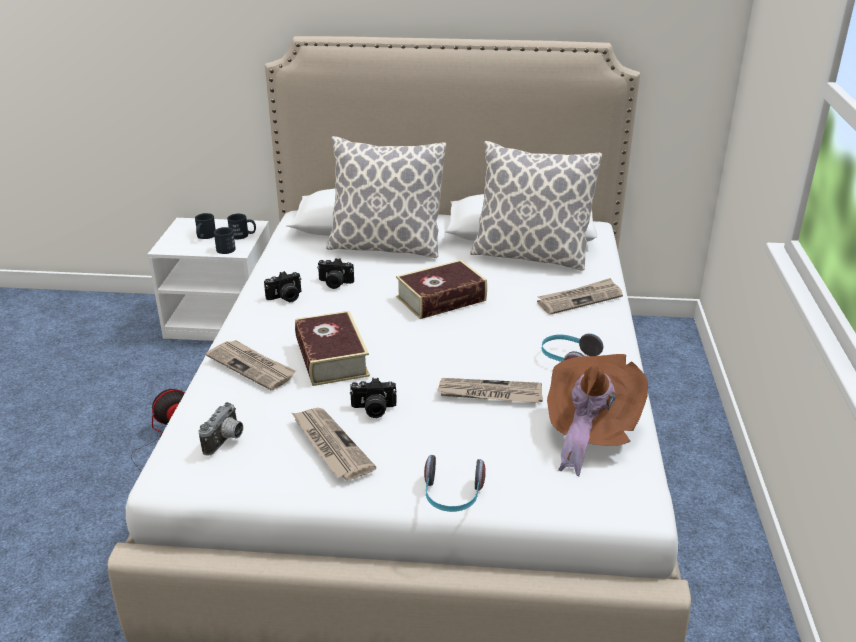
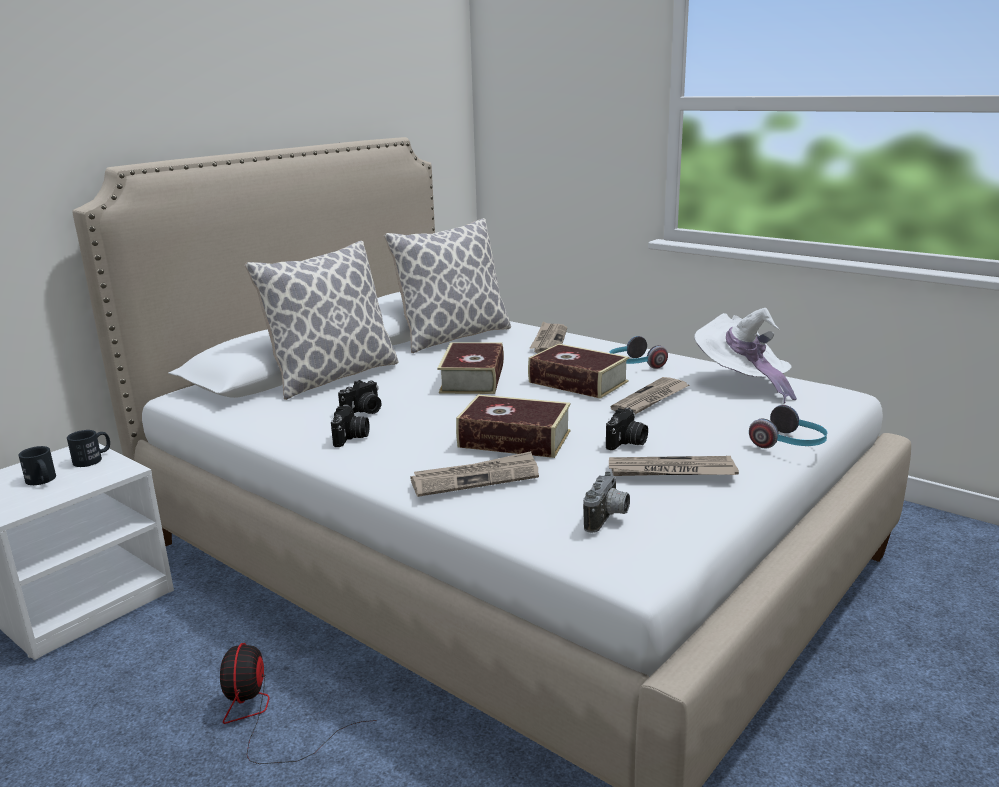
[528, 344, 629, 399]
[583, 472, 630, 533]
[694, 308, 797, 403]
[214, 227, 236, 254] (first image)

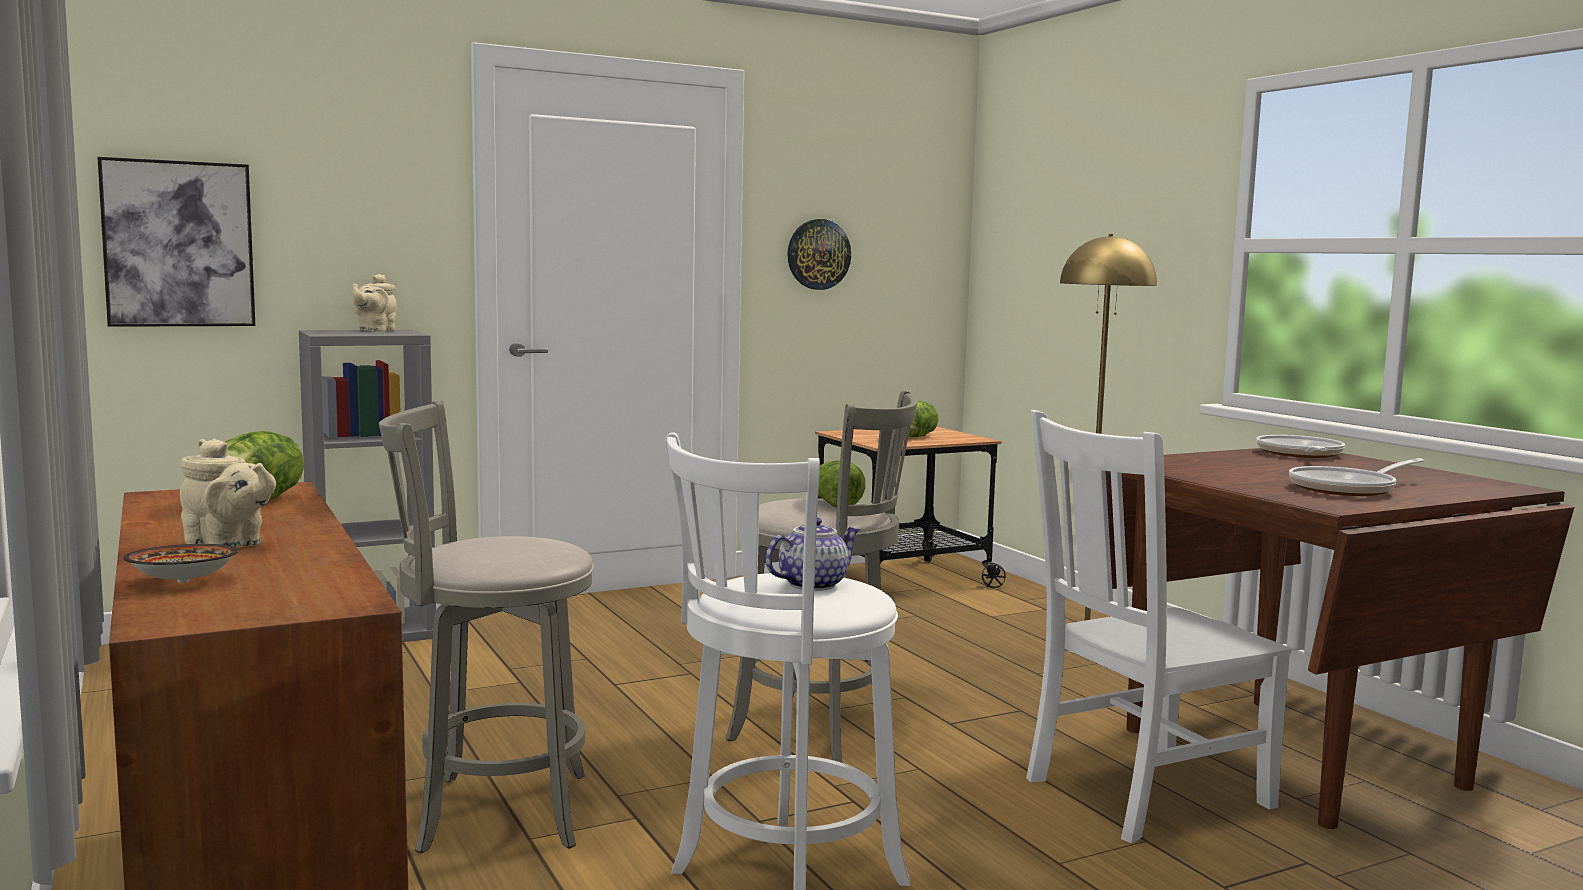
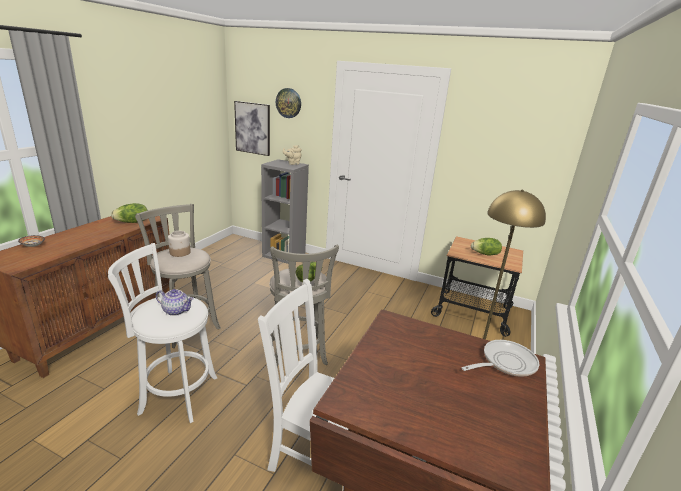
[168, 231, 191, 257]
[276, 88, 301, 118]
[180, 439, 276, 548] (first image)
[1289, 458, 1424, 496] (first image)

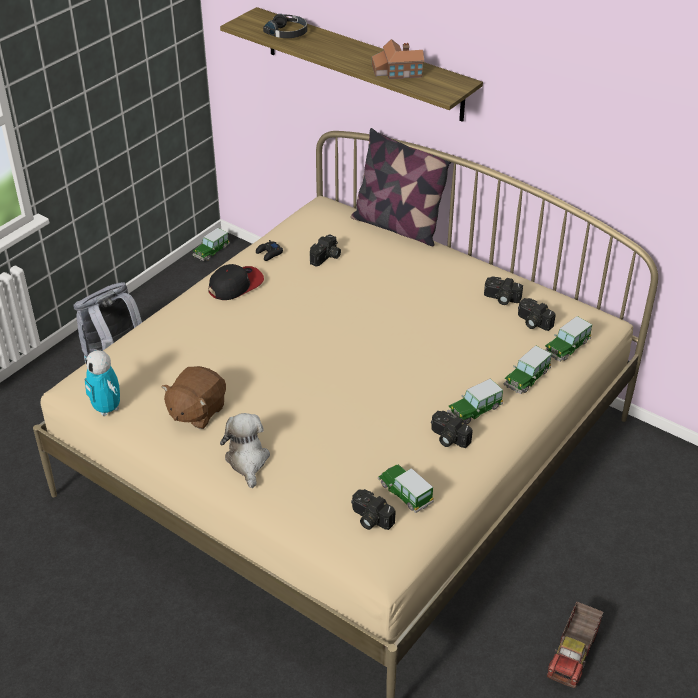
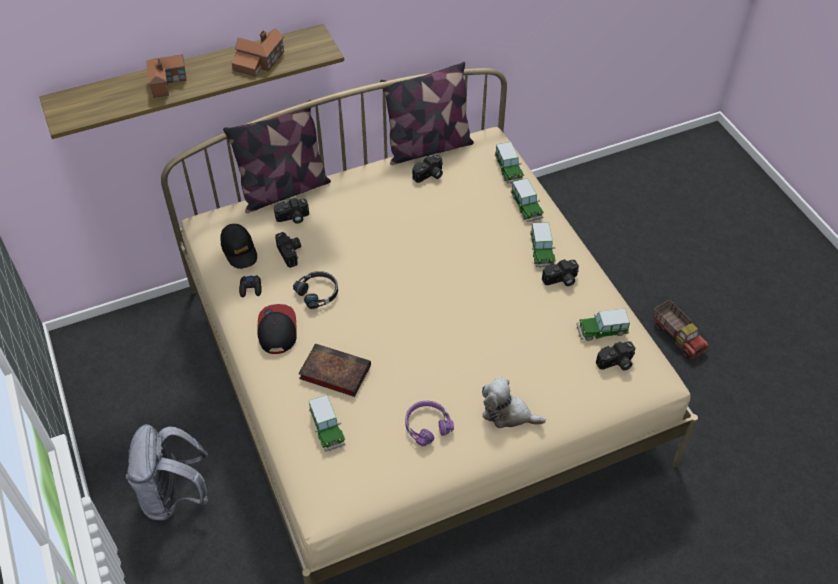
[146, 55, 187, 98]
[220, 224, 257, 269]
[273, 198, 309, 224]
[293, 271, 338, 309]
[298, 343, 371, 397]
[309, 395, 345, 452]
[380, 62, 474, 165]
[405, 401, 454, 446]
[84, 350, 120, 416] (first image)

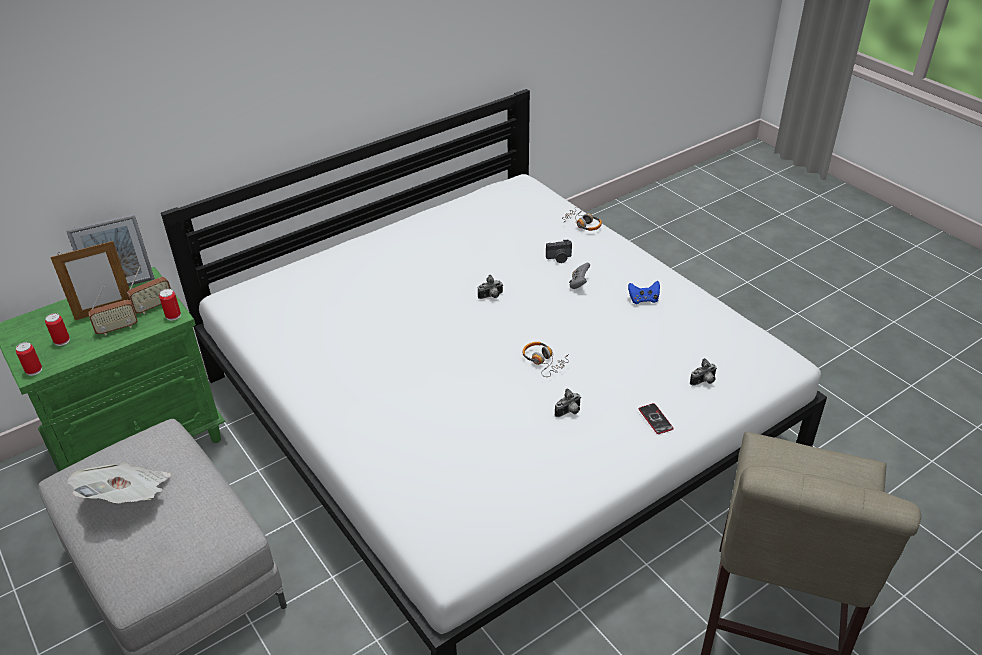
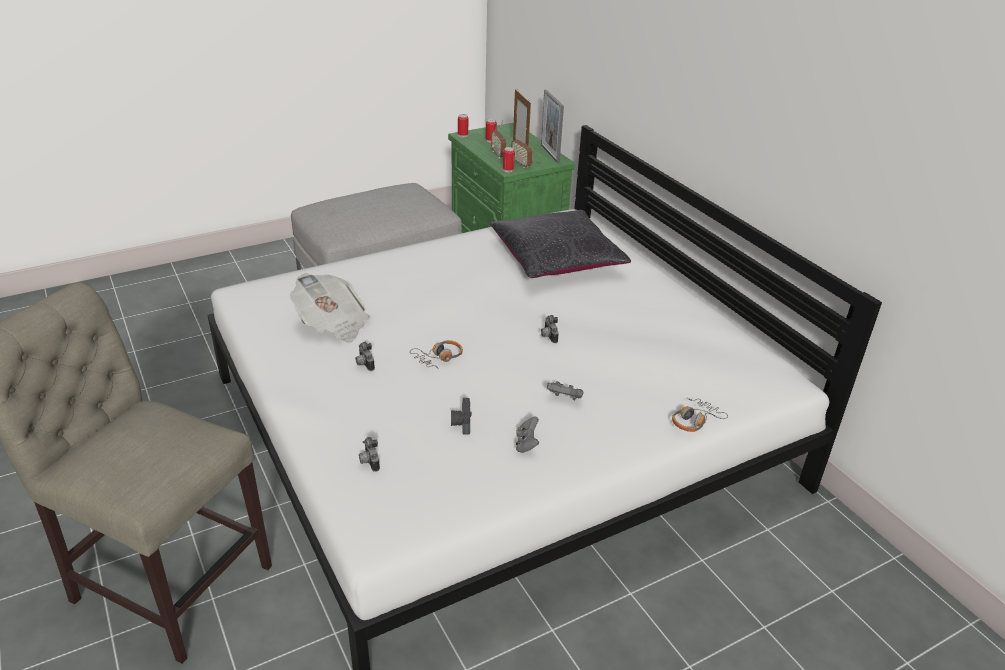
[290, 273, 370, 342]
[451, 398, 472, 435]
[490, 210, 631, 278]
[516, 417, 539, 453]
[639, 403, 674, 434] (first image)

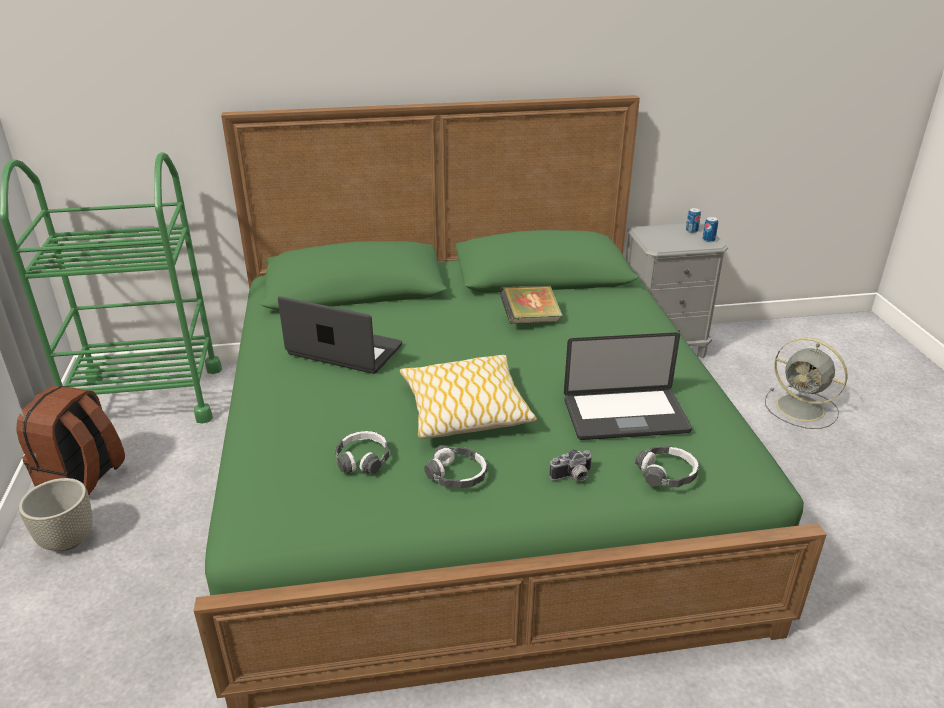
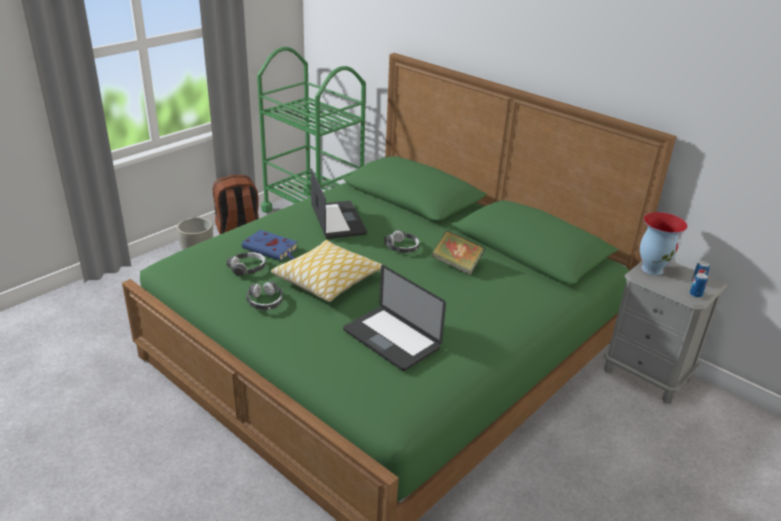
[242, 230, 298, 261]
[384, 230, 419, 253]
[640, 212, 688, 275]
[549, 449, 593, 481] (first image)
[765, 338, 848, 429] (first image)

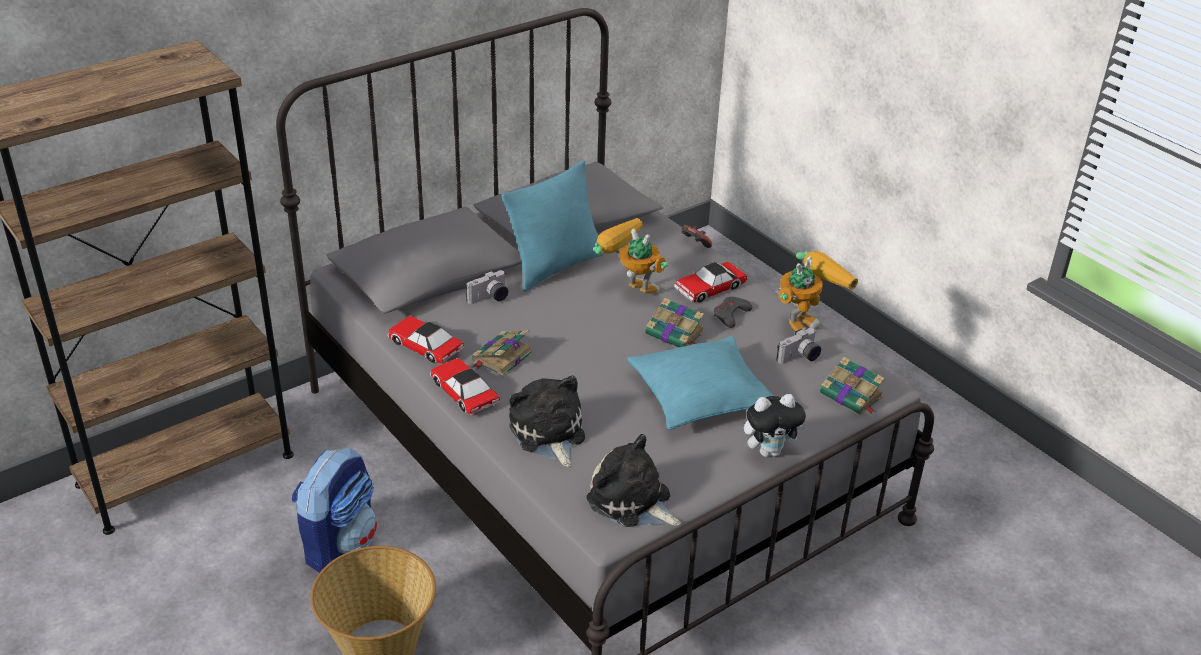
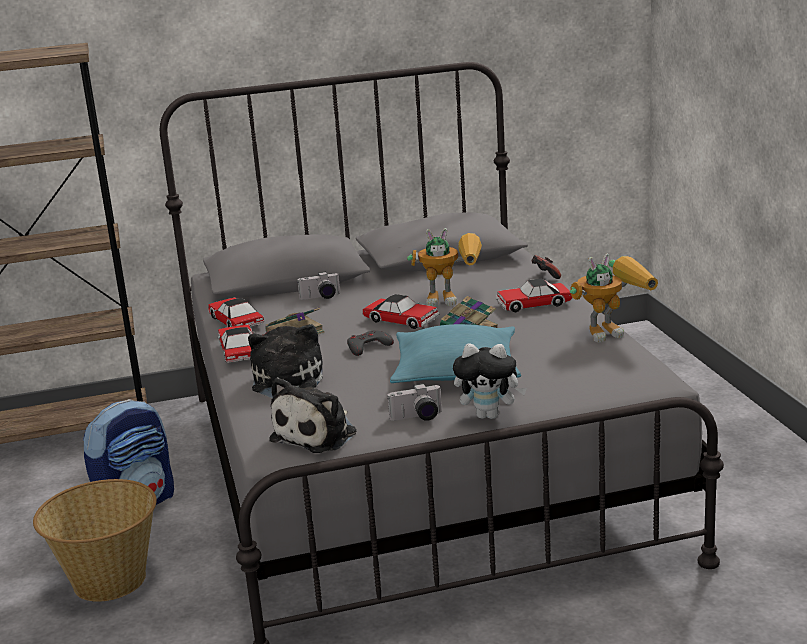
[269, 377, 357, 453]
[347, 330, 394, 356]
[362, 294, 440, 329]
[387, 383, 442, 421]
[407, 228, 482, 307]
[502, 160, 605, 292] (first image)
[820, 357, 885, 415] (first image)

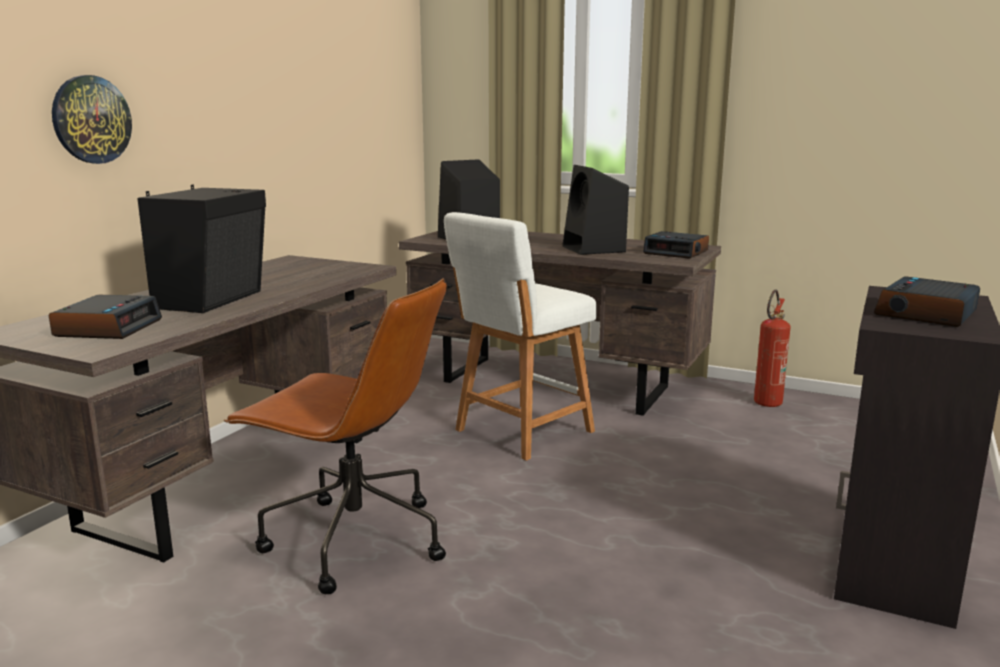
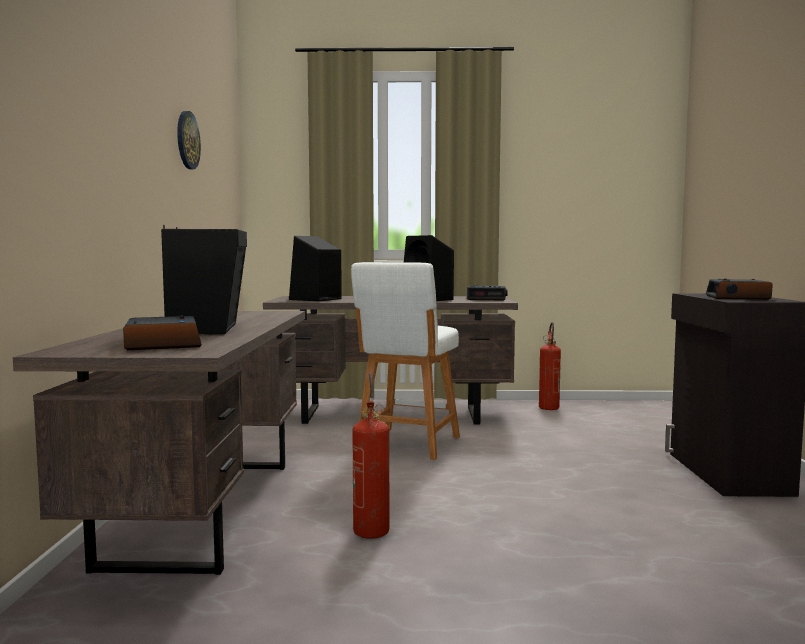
[177, 111, 201, 169]
[352, 372, 389, 539]

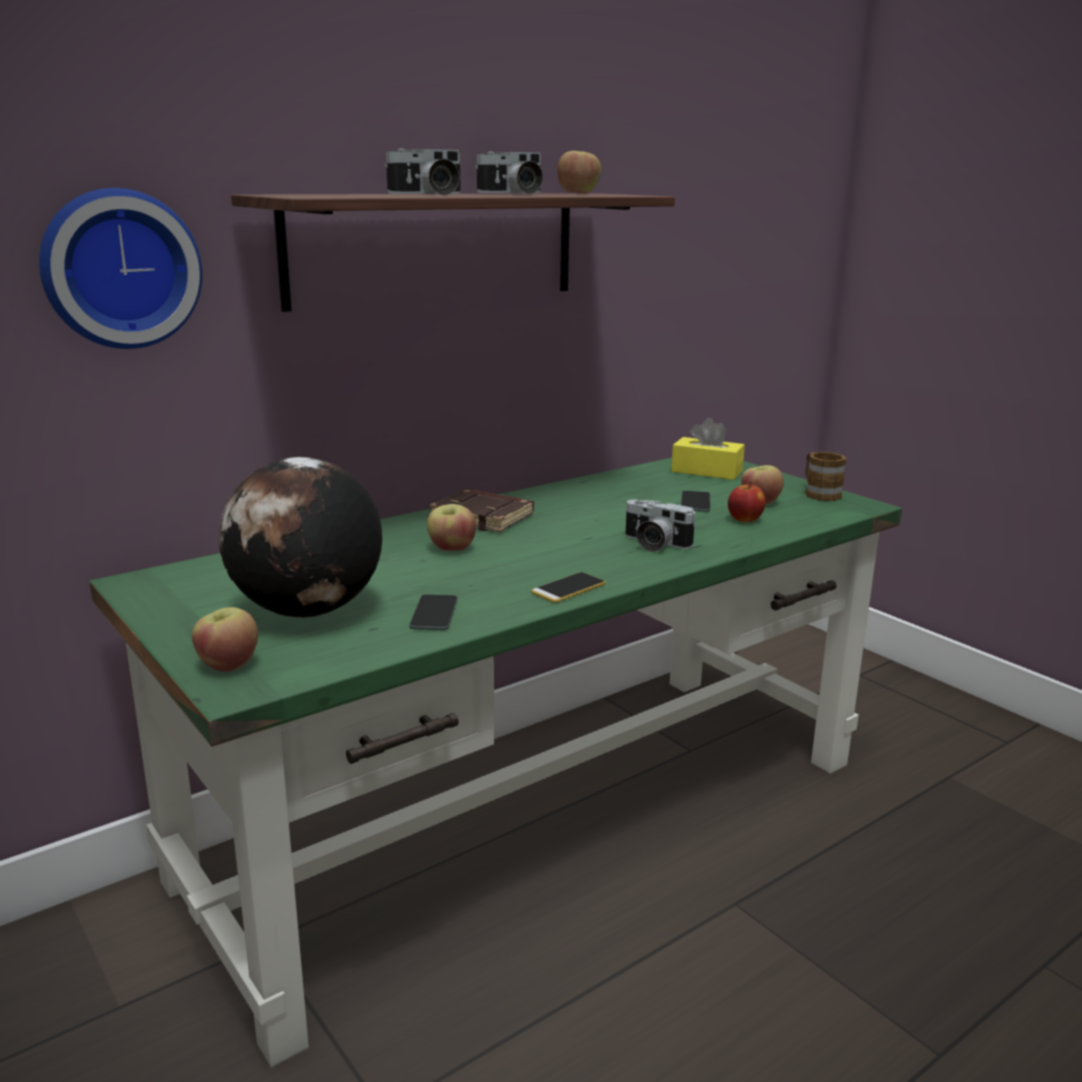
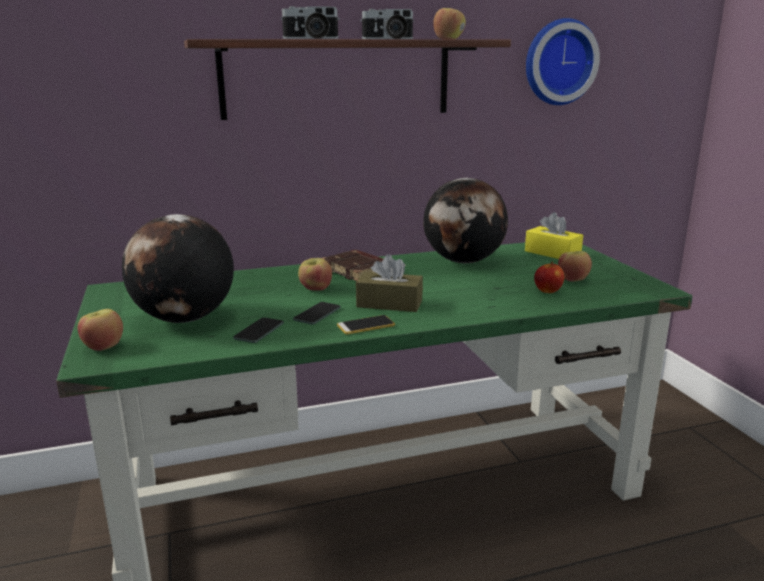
[293, 302, 341, 325]
[356, 254, 423, 312]
[423, 178, 508, 263]
[526, 18, 600, 105]
[625, 500, 696, 552] (first image)
[805, 452, 846, 501] (first image)

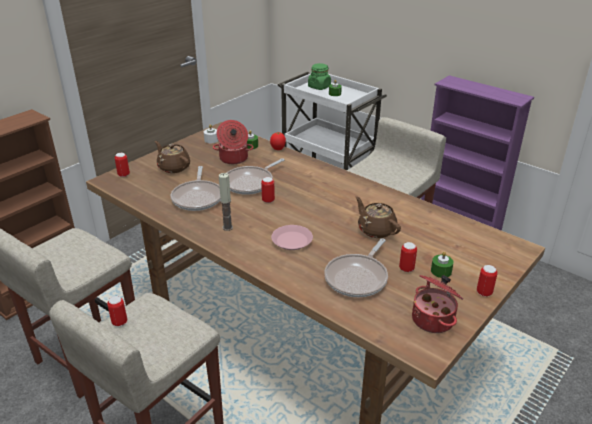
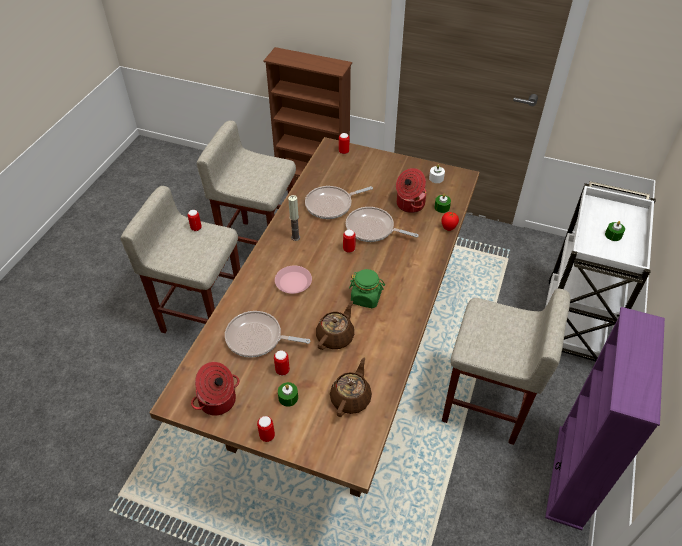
[330, 357, 372, 417]
[349, 269, 385, 308]

